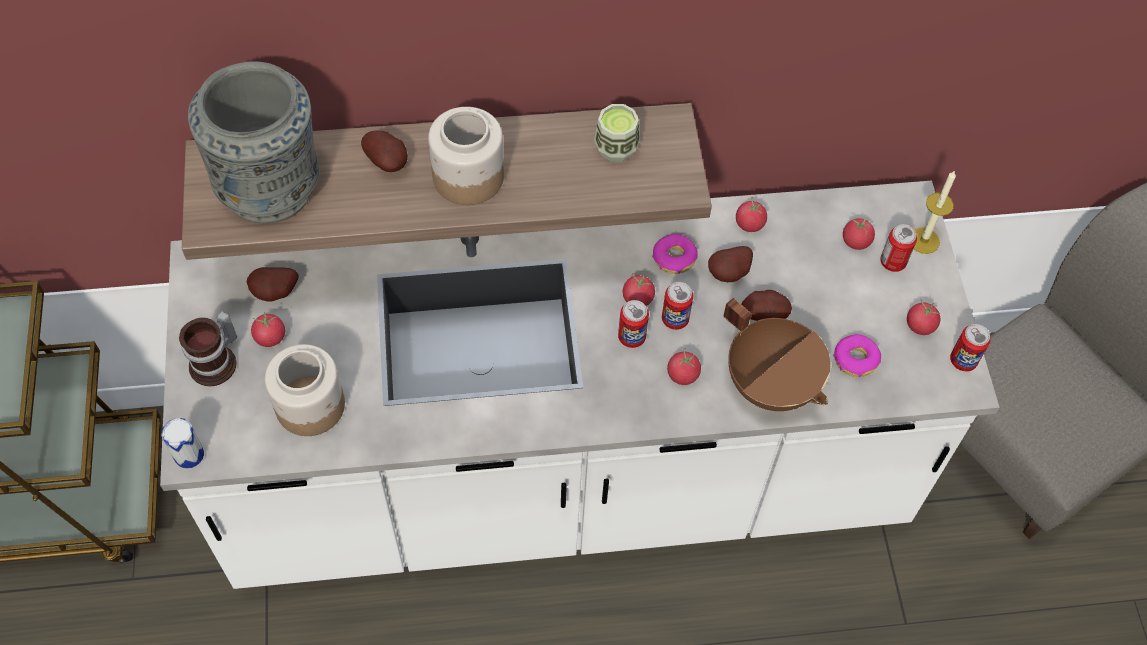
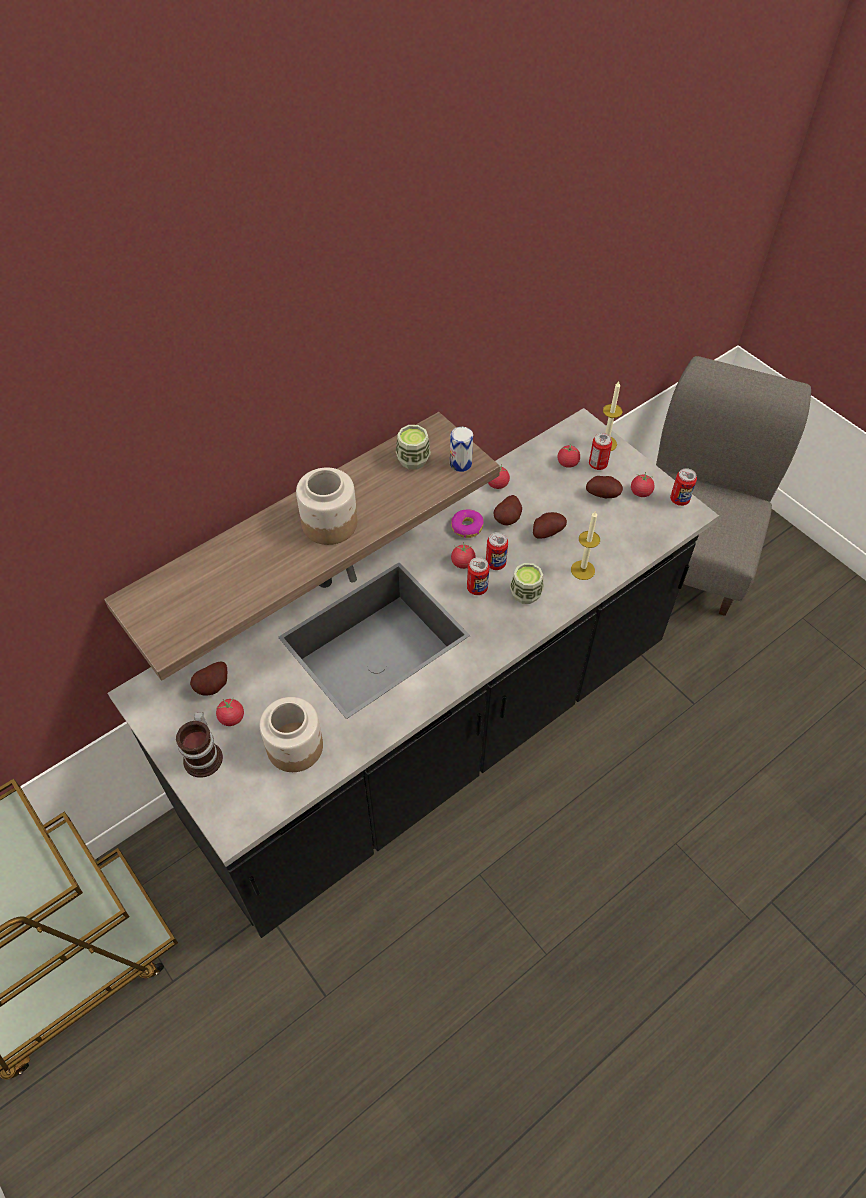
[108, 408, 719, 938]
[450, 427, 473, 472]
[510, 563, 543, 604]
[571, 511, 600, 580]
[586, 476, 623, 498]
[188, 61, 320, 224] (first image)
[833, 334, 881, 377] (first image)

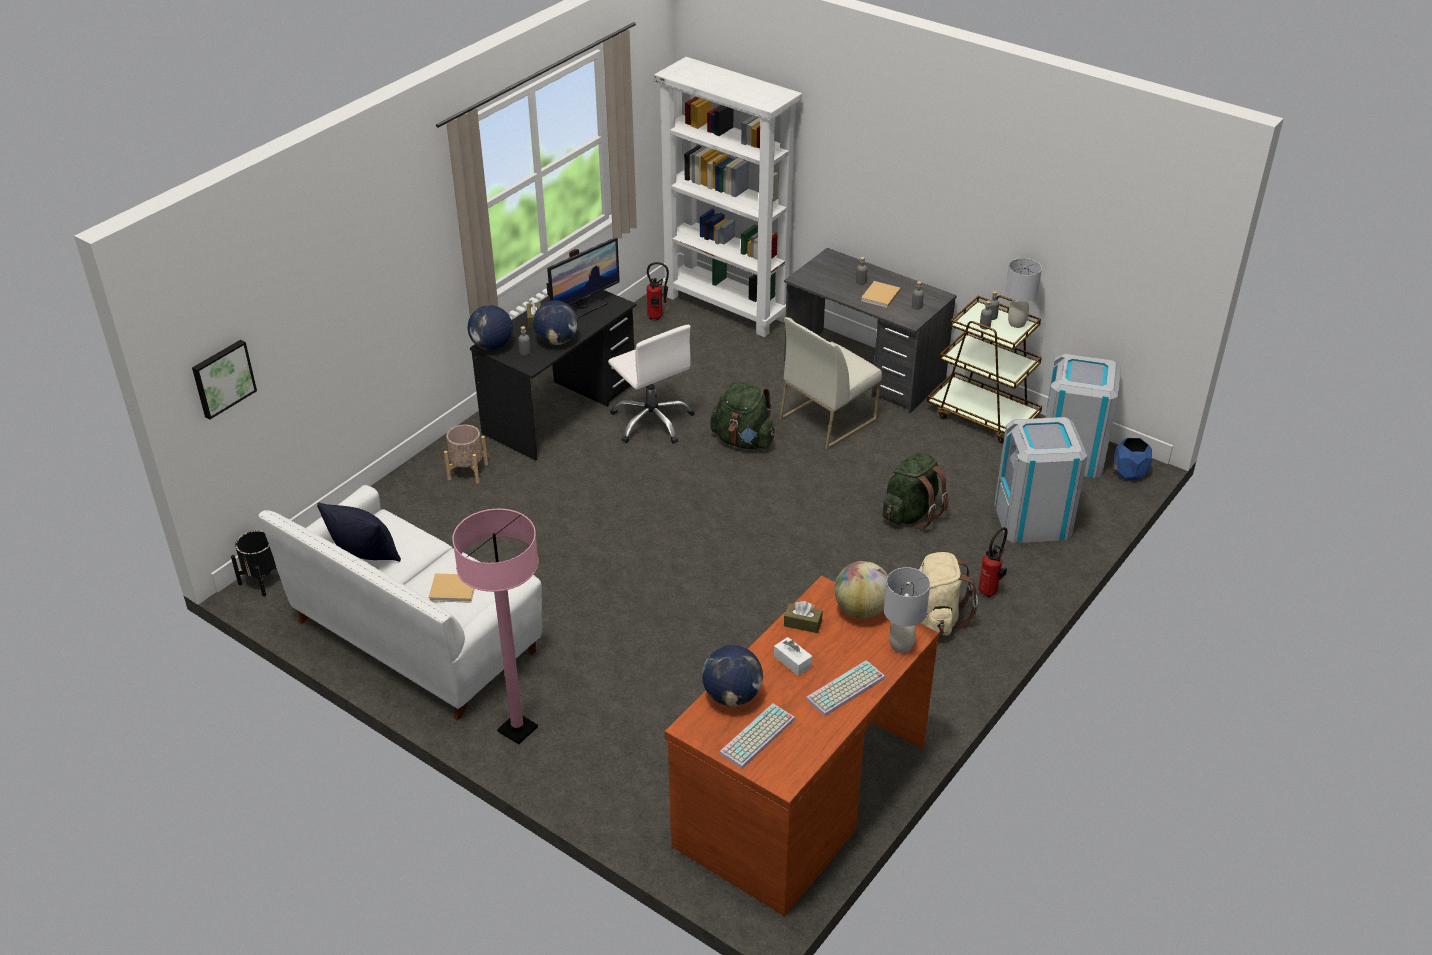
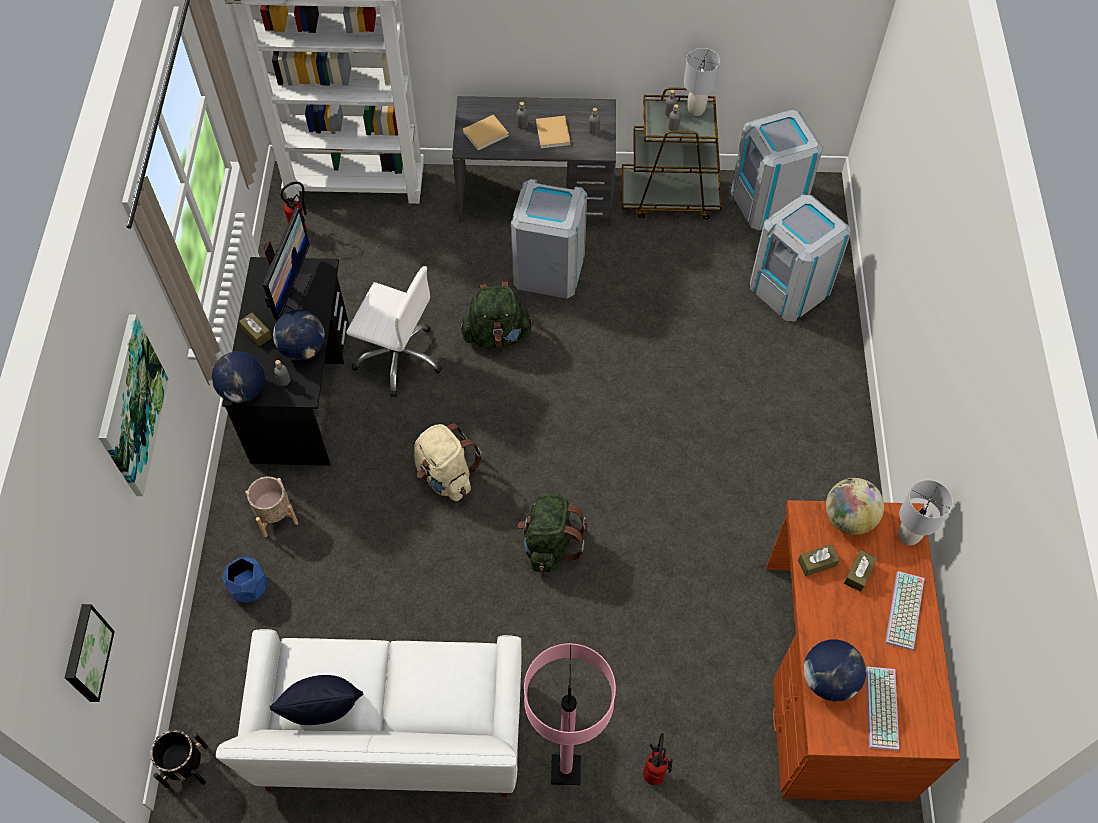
[99, 314, 169, 496]
[222, 556, 268, 603]
[414, 423, 482, 501]
[463, 115, 509, 150]
[511, 179, 587, 299]
[518, 494, 588, 573]
[643, 733, 673, 785]
[844, 550, 877, 592]
[774, 637, 812, 676] (first image)

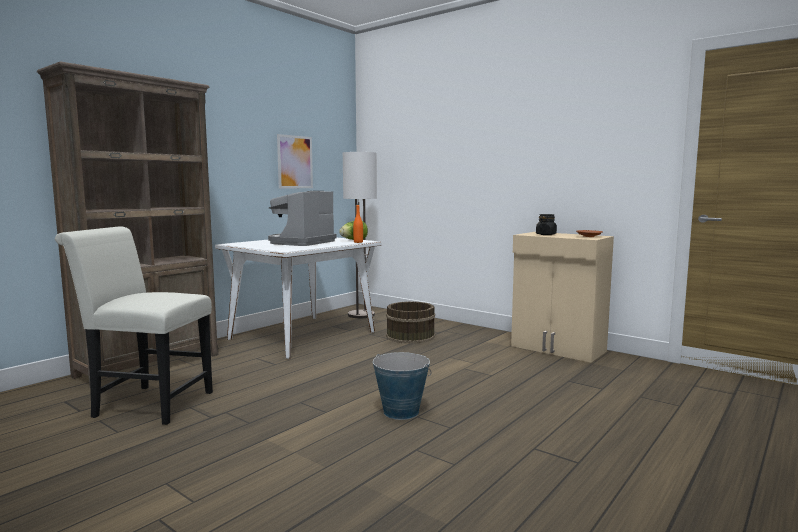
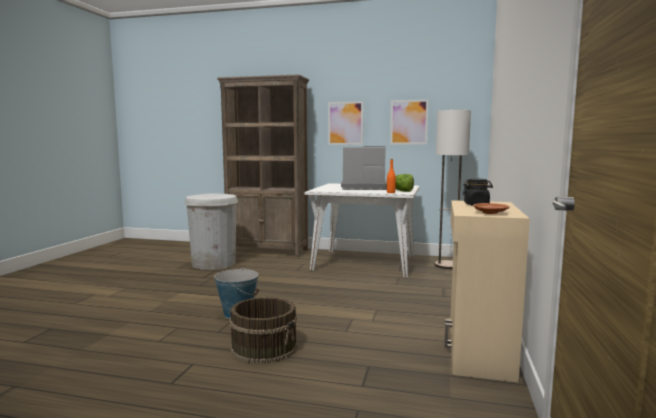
[184, 193, 238, 270]
[230, 297, 297, 364]
[328, 101, 363, 145]

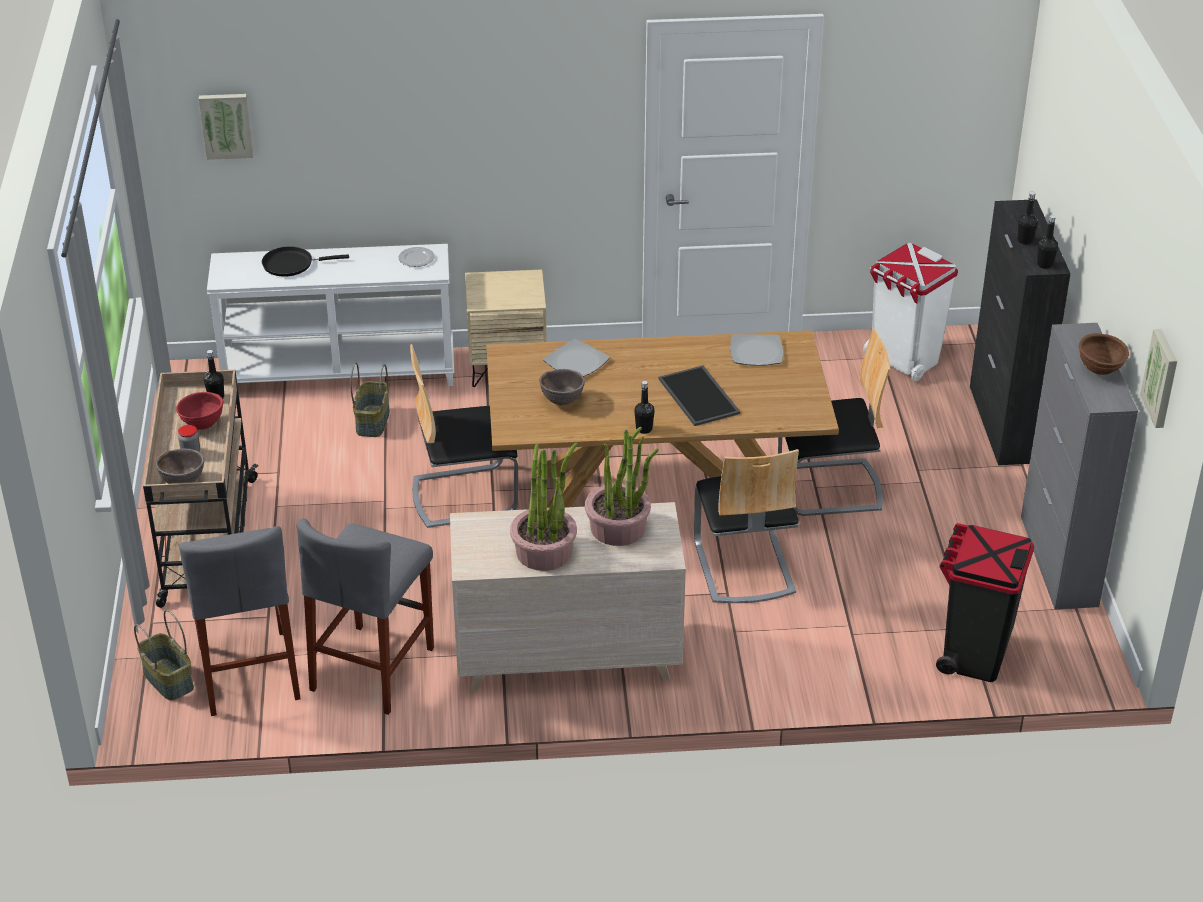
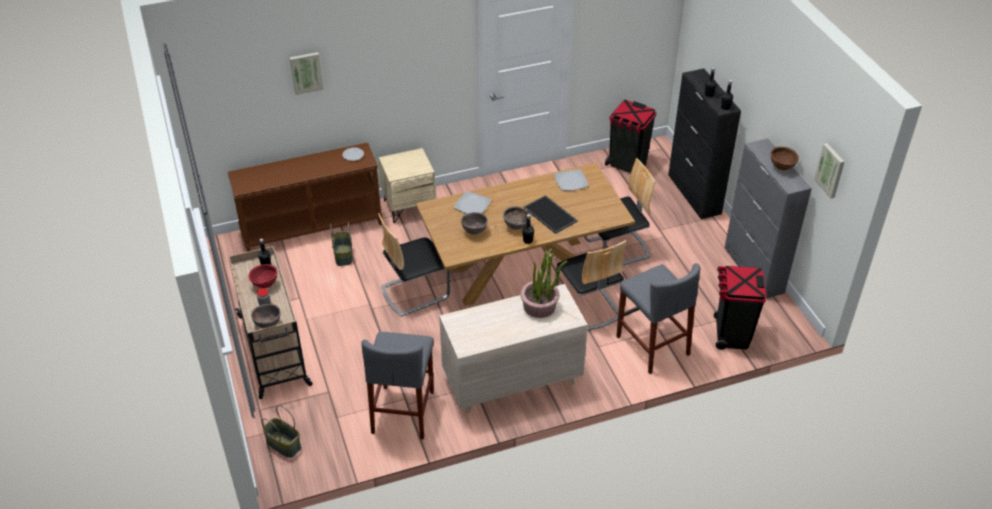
[227, 143, 383, 252]
[290, 52, 323, 95]
[503, 206, 530, 230]
[605, 100, 657, 173]
[616, 263, 701, 374]
[262, 246, 349, 277] (first image)
[510, 443, 577, 571] (first image)

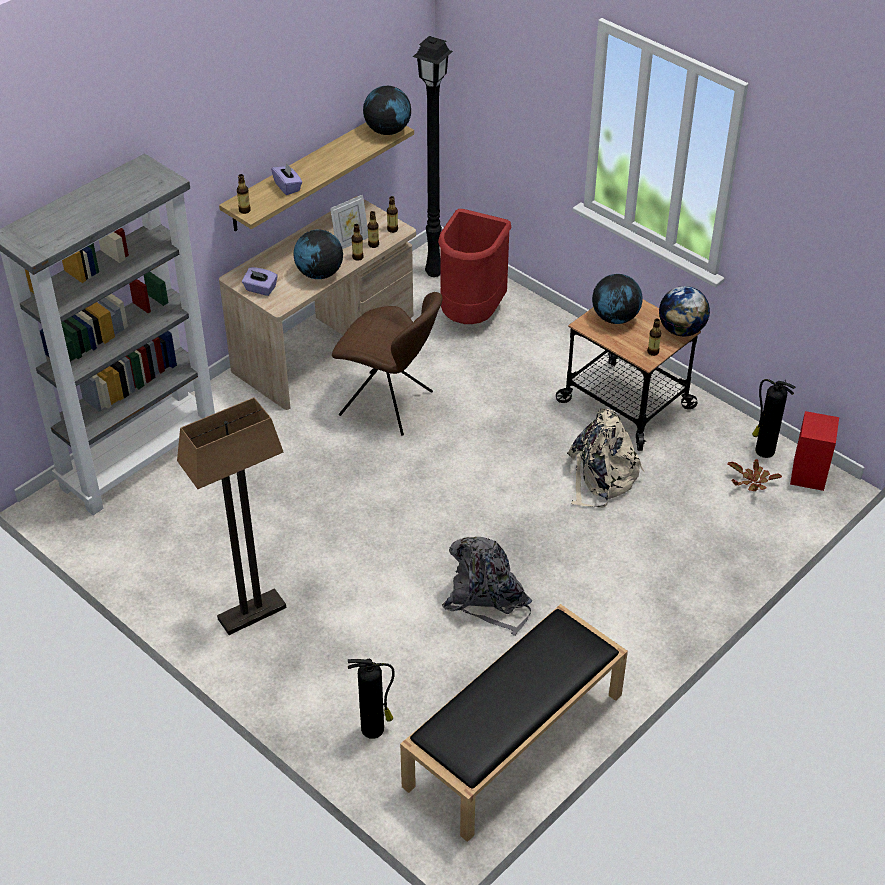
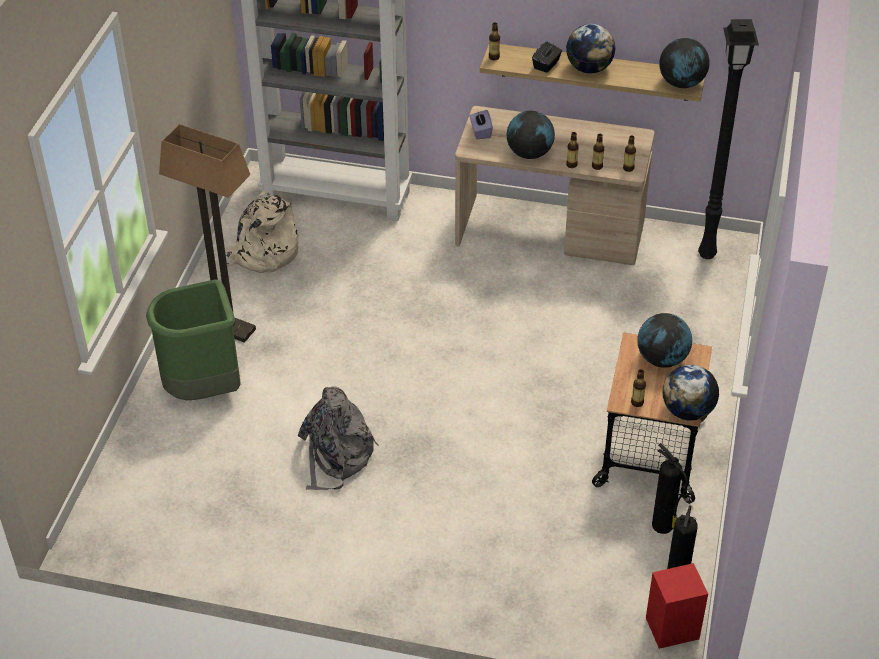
[146, 280, 241, 400]
[225, 191, 299, 273]
[532, 42, 562, 73]
[566, 24, 616, 73]
[652, 443, 688, 534]
[330, 195, 368, 249] (first image)
[332, 292, 442, 436] (first image)
[400, 604, 628, 842] (first image)
[438, 209, 512, 324] (first image)
[728, 459, 782, 491] (first image)

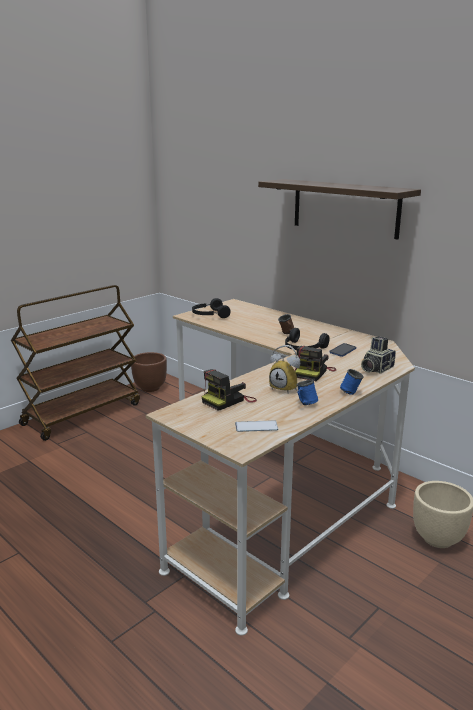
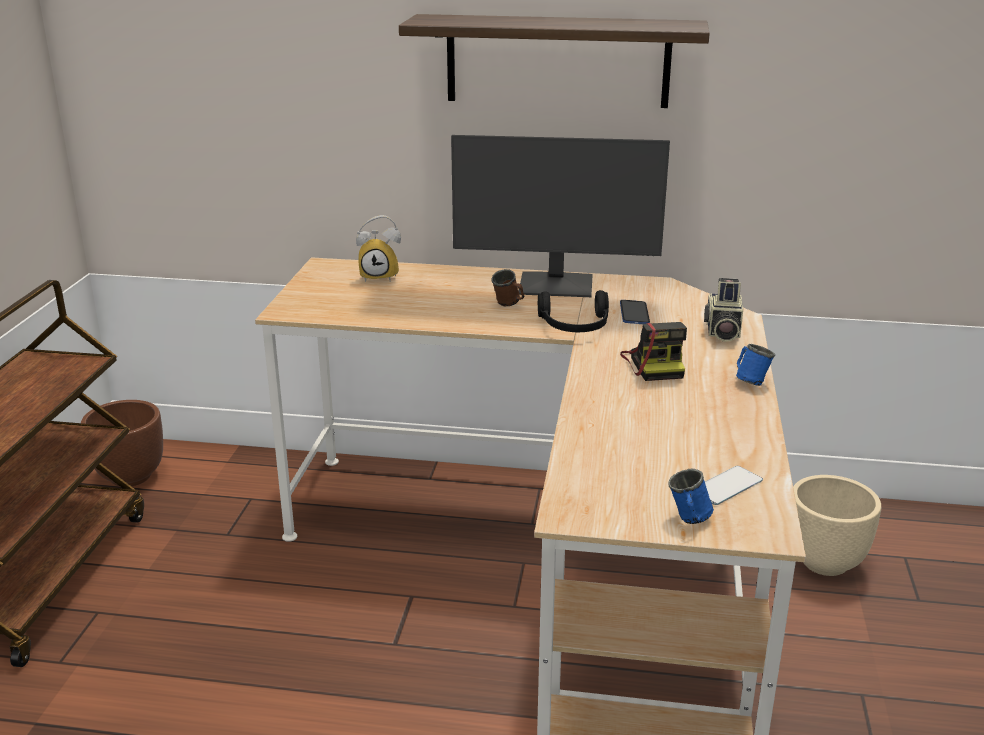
[356, 215, 401, 282]
[451, 135, 670, 297]
[668, 468, 714, 524]
[192, 298, 231, 318] (first image)
[202, 369, 257, 411] (first image)

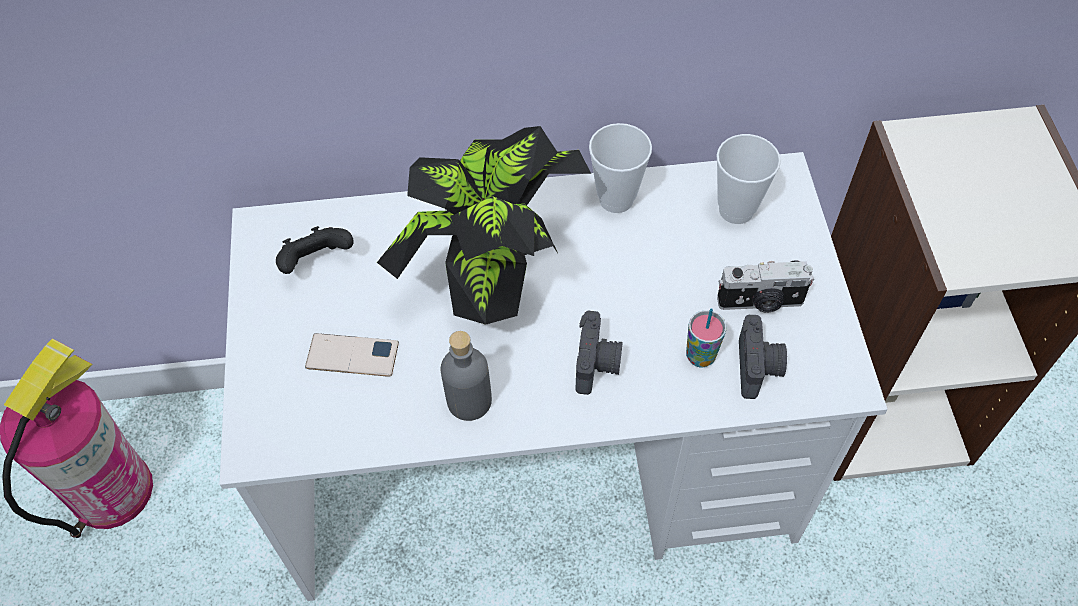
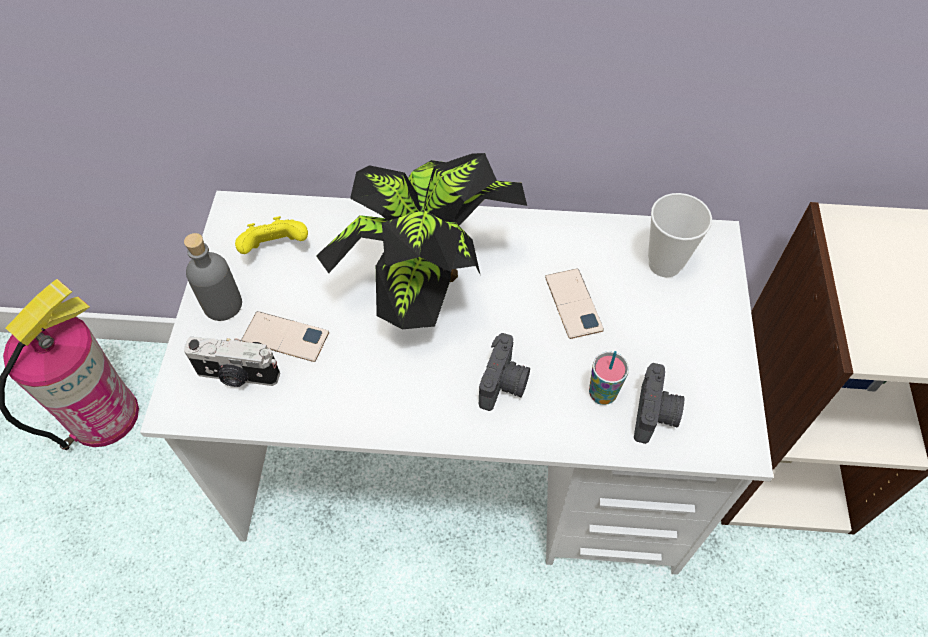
[184, 233, 242, 321]
[184, 337, 280, 387]
[235, 216, 308, 254]
[545, 268, 604, 339]
[589, 123, 652, 213] (first image)

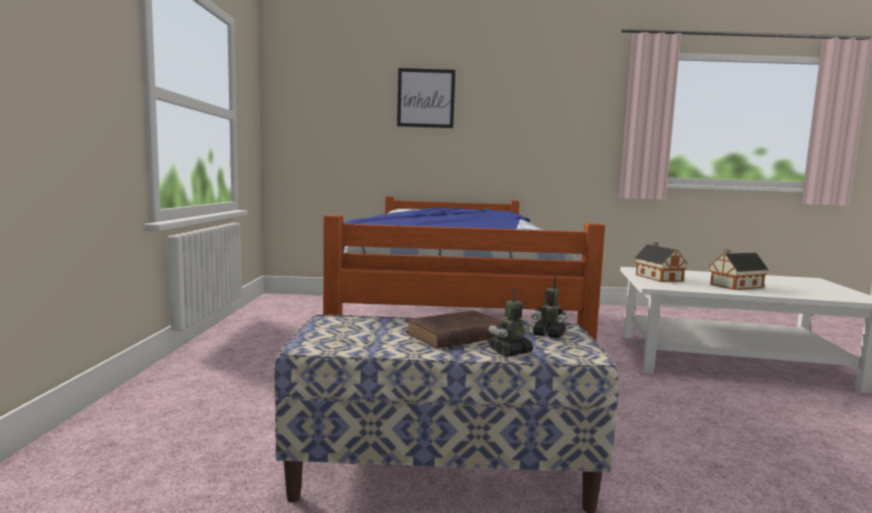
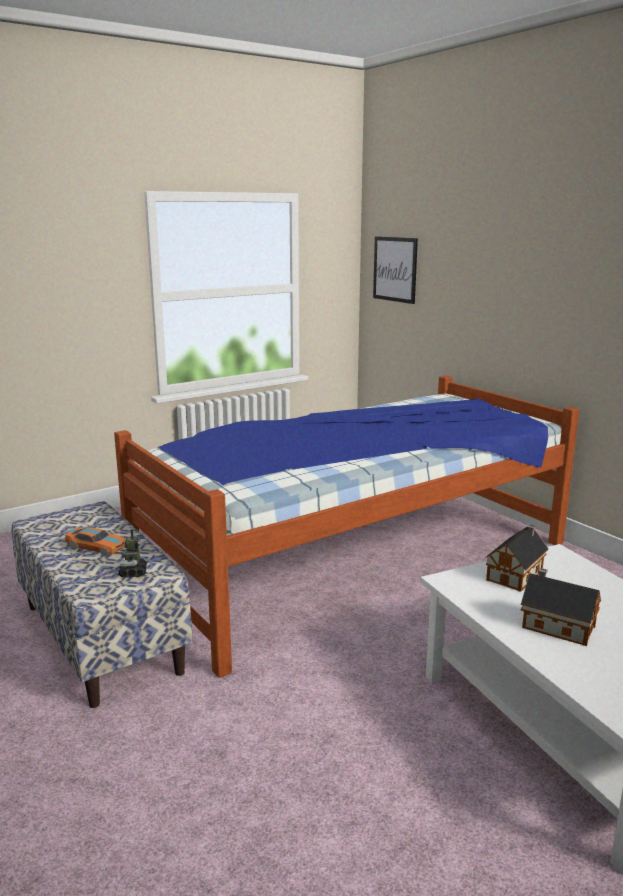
[65, 527, 125, 557]
[373, 236, 418, 304]
[489, 288, 533, 356] (first image)

